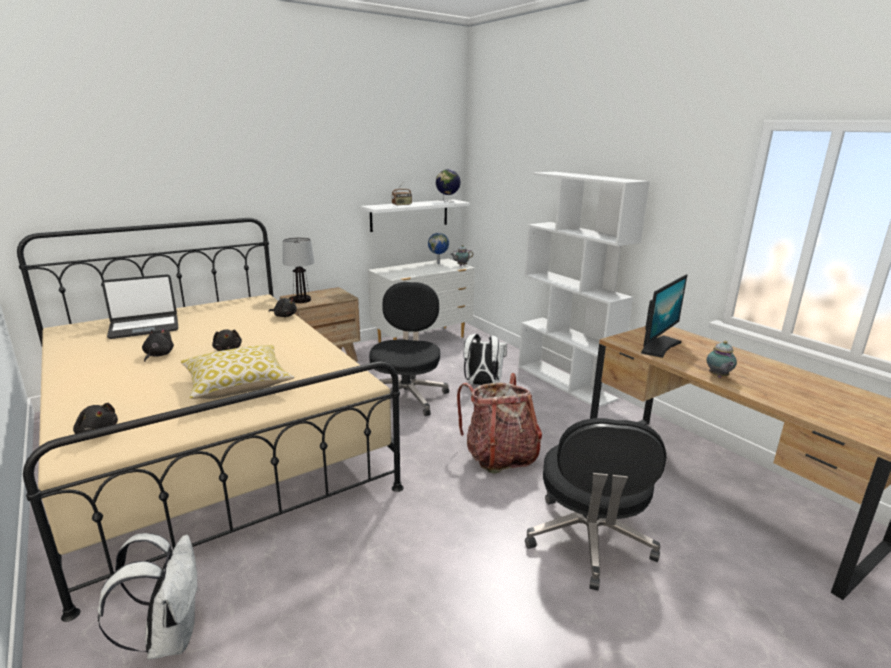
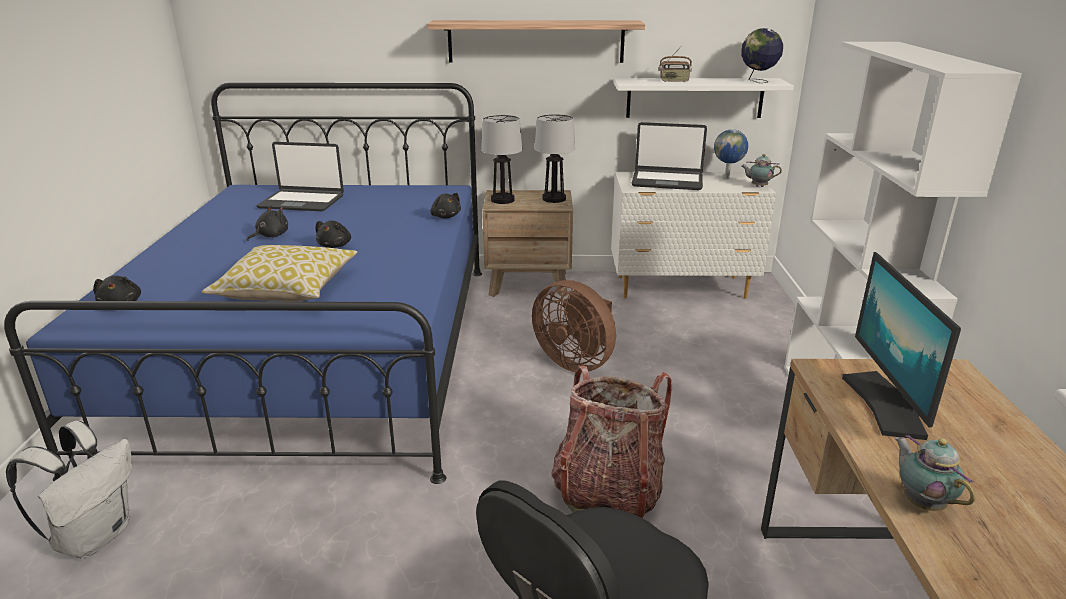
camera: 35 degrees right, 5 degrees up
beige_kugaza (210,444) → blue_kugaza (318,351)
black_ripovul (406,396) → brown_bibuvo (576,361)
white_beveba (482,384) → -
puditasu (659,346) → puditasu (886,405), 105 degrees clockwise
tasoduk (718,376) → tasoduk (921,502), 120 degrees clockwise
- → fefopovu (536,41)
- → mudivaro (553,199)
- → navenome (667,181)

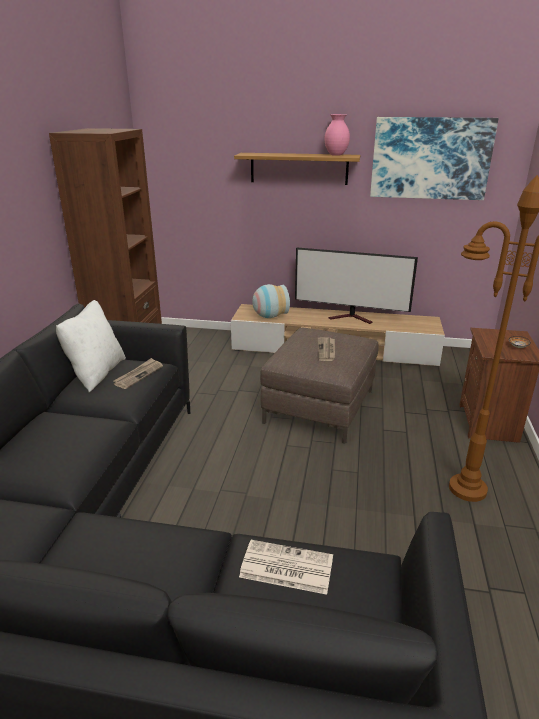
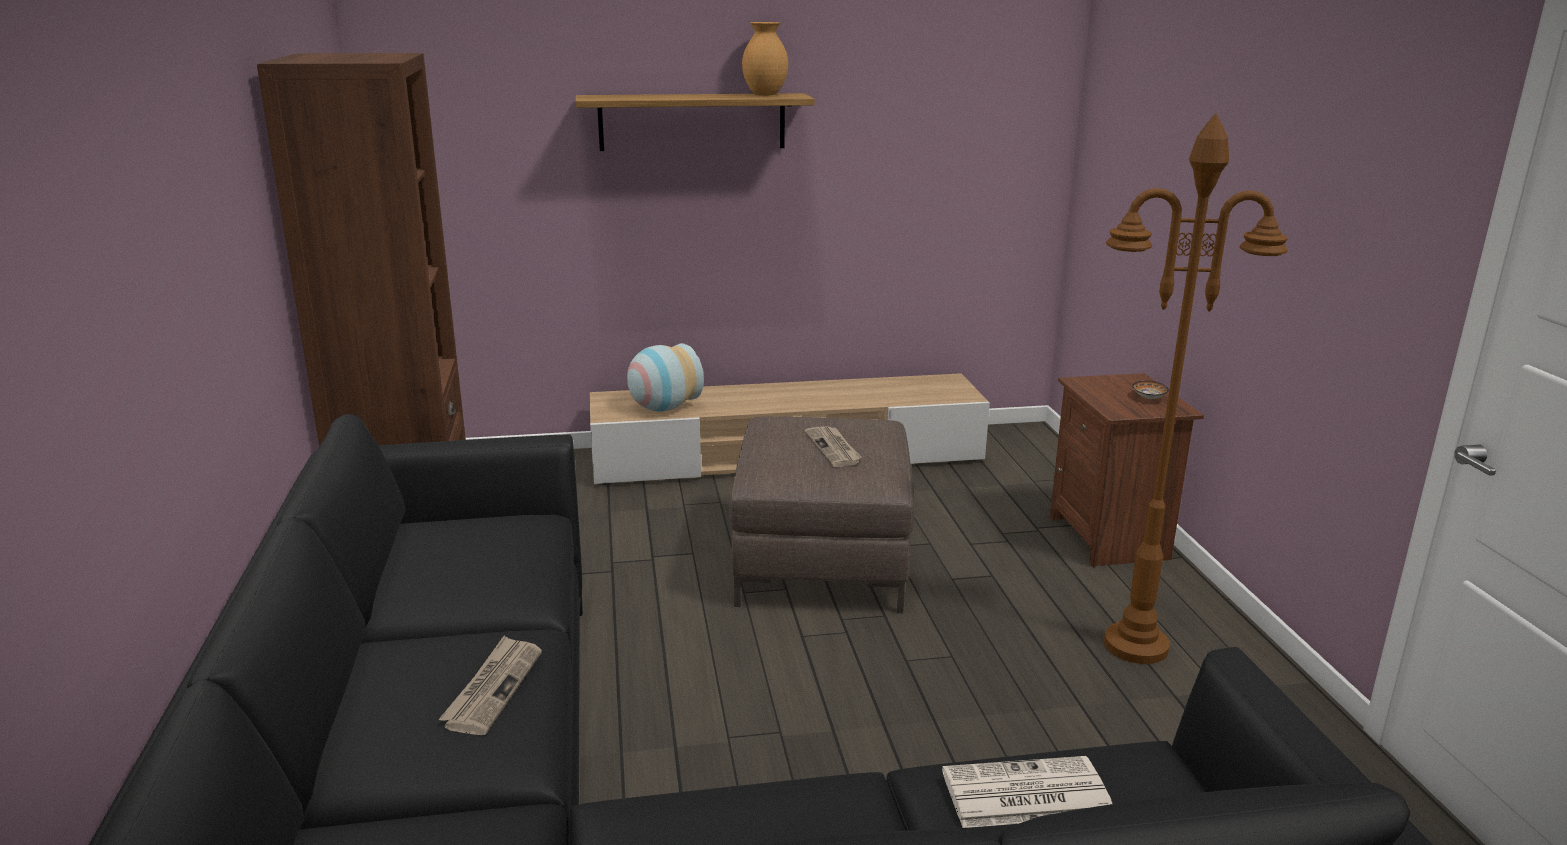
camera: 20 degrees left, 5 degrees down
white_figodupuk (96,373) → -
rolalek (138,375) → rolalek (493,688), shifted
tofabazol (352,318) → -
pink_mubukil (336,155) → brown_mubukil (765,95)
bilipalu (430,158) → -

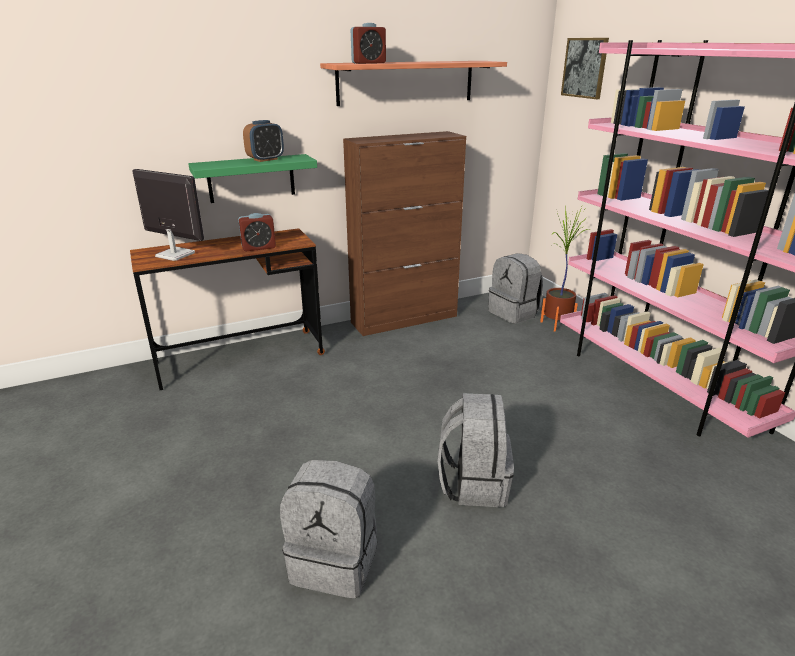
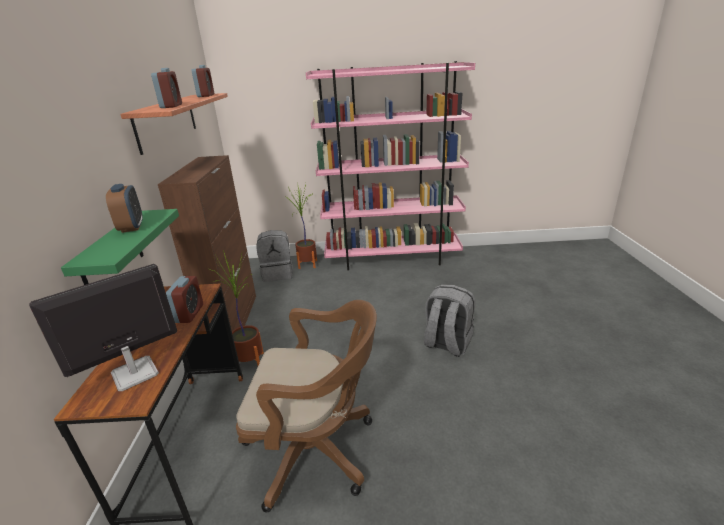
camera: 65 degrees left, 0 degrees up
grey_beveba (335,562) → -
bilipalu (585,68) → -
- → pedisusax (206,95)
- → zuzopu (250,361)
- → brown_ripovul (317,450)

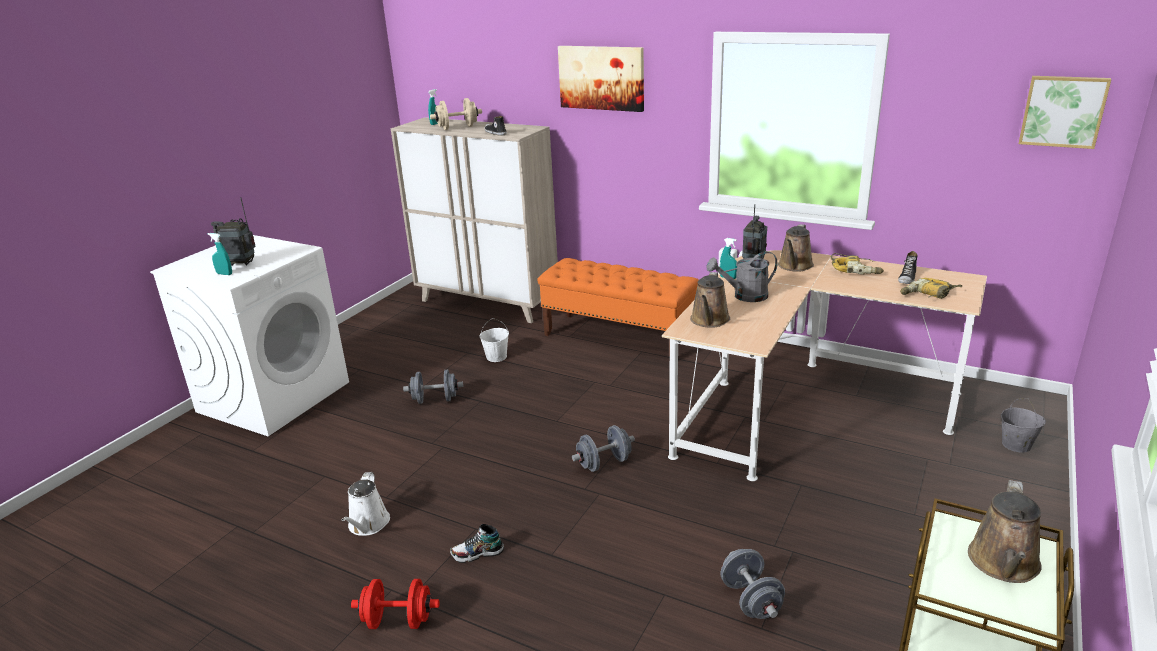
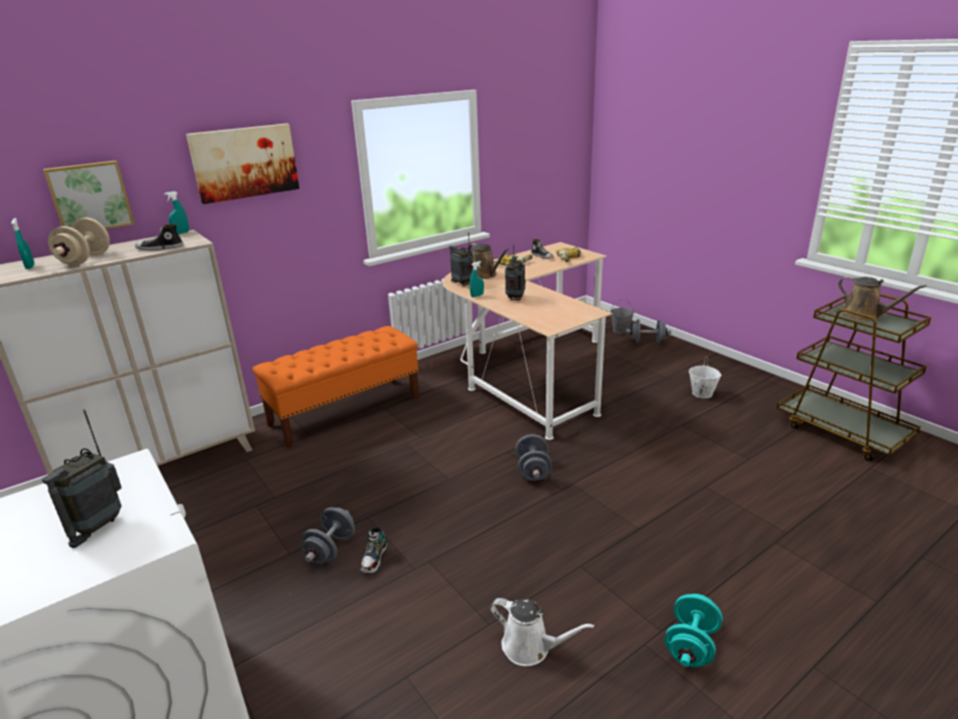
camera: 65 degrees left, 0 degrees up
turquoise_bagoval (224,274) → turquoise_bagoval (181,233), shifted
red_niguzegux (398,621) → turquoise_niguzegux (691,645)
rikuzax (477,554) → rikuzax (374,559), shifted
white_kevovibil (496,357) → white_kevovibil (701,393), shifted
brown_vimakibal (709,321) → -
grey_vimakibal (744,296) → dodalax (515,298)
grey_niguzegux (750,600) → grey_niguzegux (647,342), shifted
bilipalu (1063,111) → bilipalu (90,197), shifted

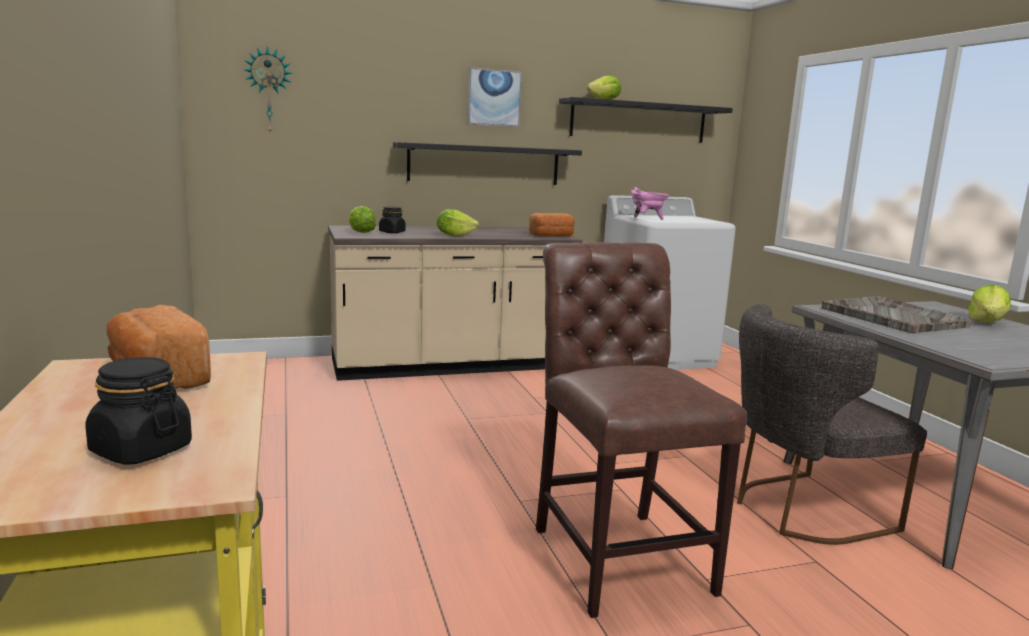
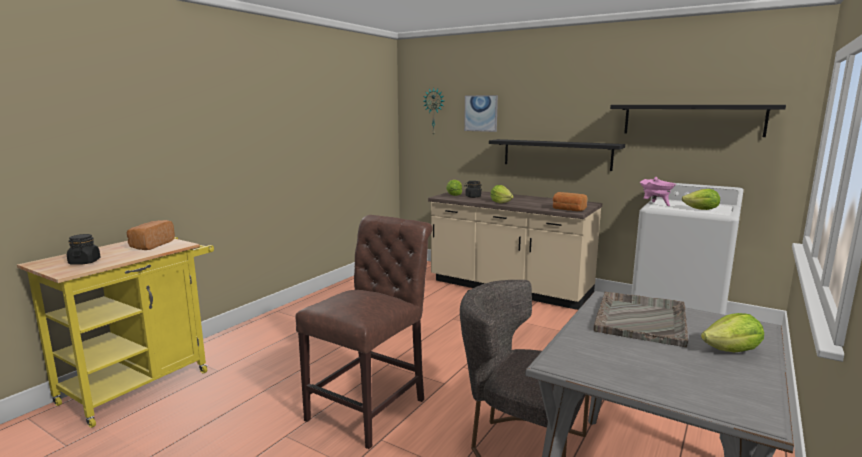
camera: 50 degrees right, 0 degrees up
bilipalu (494,98) → bilipalu (481,113), shifted
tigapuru (605,100) → tigapuru (701,210), shifted

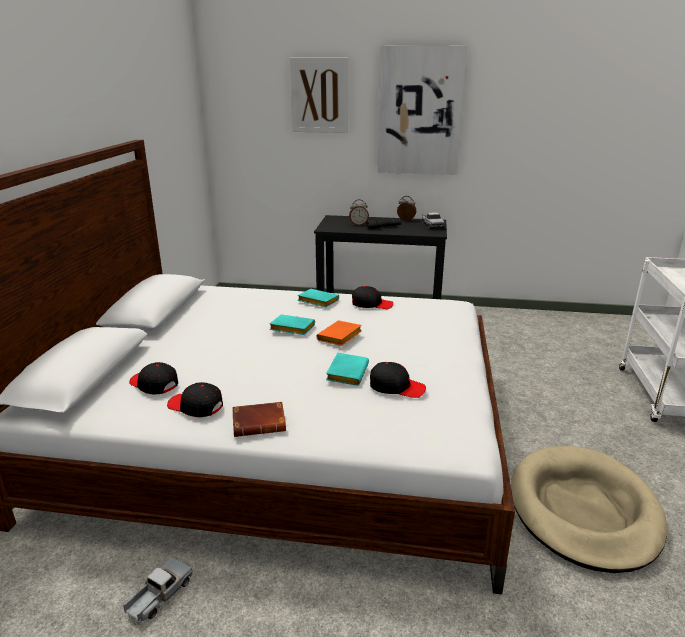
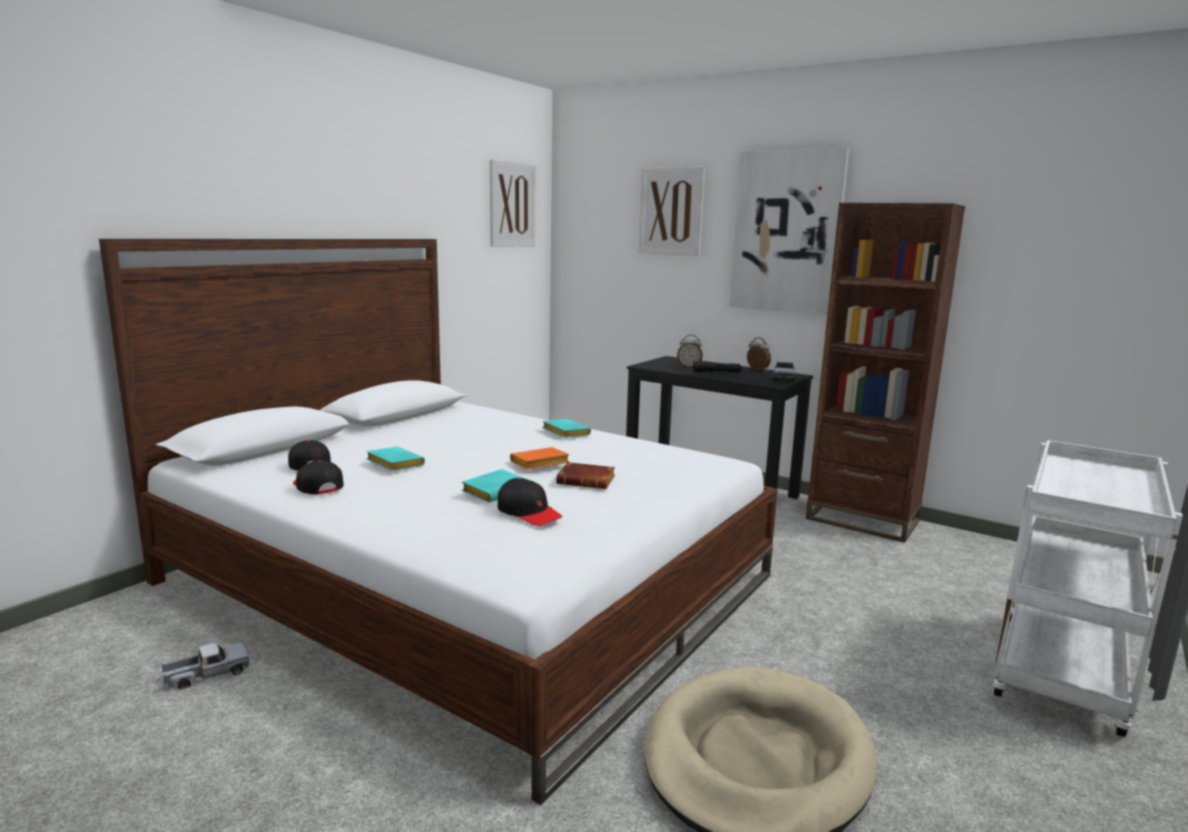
camera: 25 degrees right, 10 degrees down
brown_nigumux (260,423) → brown_nigumux (588,481), shifted
turquoise_nigumux (291,329) → turquoise_nigumux (393,464), shifted
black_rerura (371,304) → -
- → bilipalu (512,204)
- → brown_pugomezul (862,520)

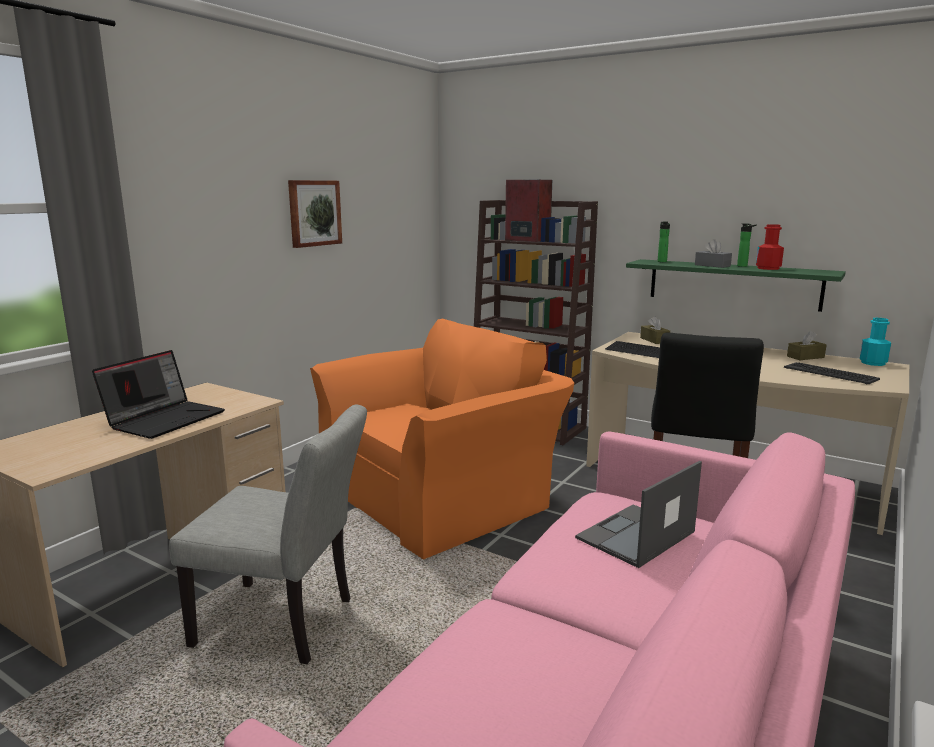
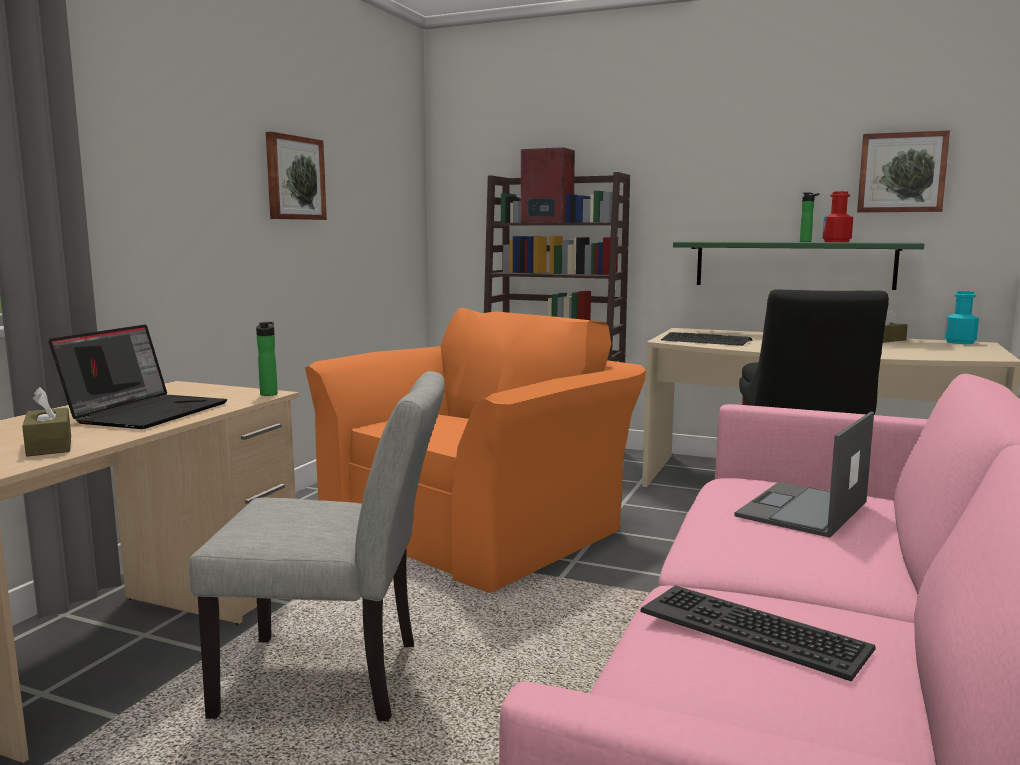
camera: 10 degrees left, 5 degrees down
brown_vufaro (654,340) → brown_vufaro (49,446), shifted
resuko (661,261) → resuko (269,393), shifted
grey_vufaro (712,265) → -
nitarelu (830,373) → nitarelu (753,630), shifted
- → bilipalu (901,172)

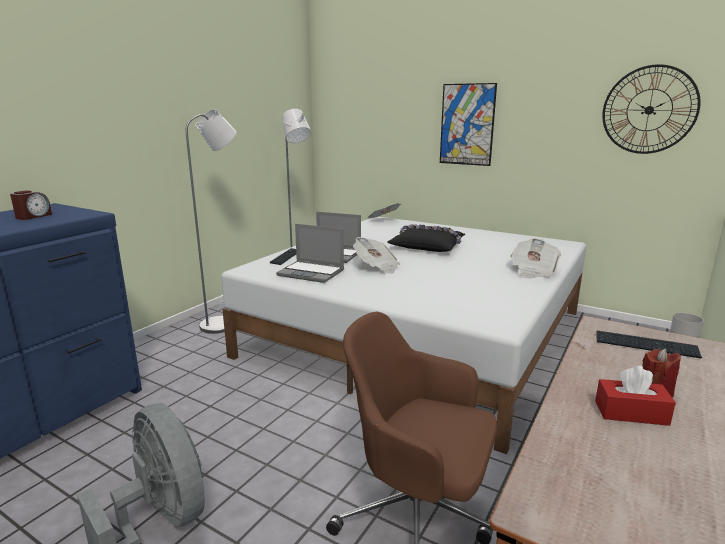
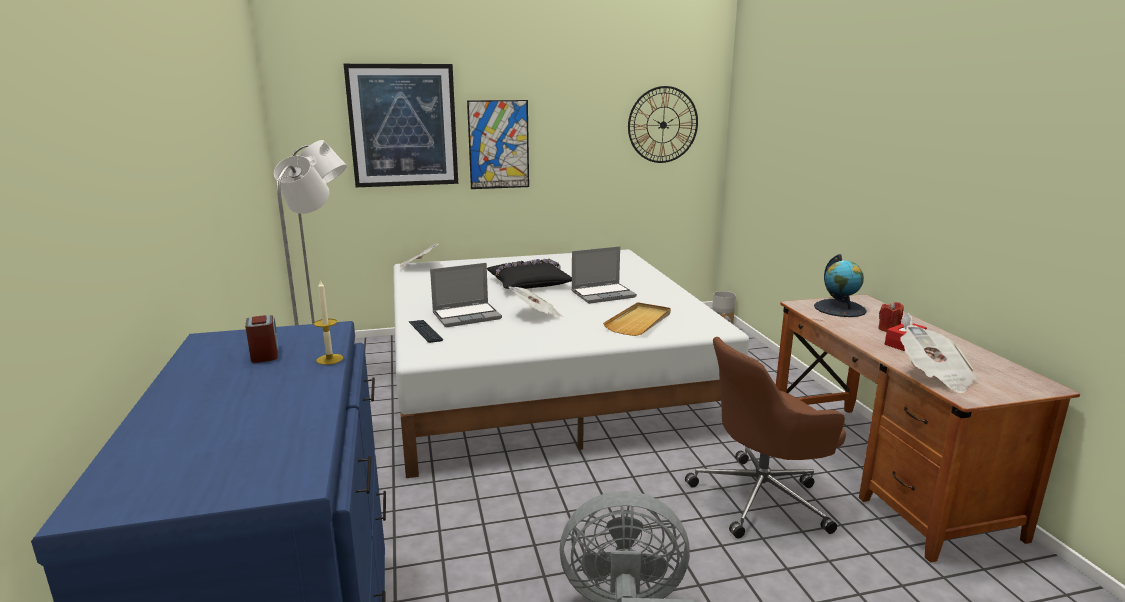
camera: 45 degrees left, 0 degrees up
navenome (312,273) → navenome (603,294), shifted
rolalek (533,271) → rolalek (935,377), shifted
nitarelu (646,346) → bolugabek (840,308)
- → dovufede (329,359)
- → bilipalu (403,126)
- → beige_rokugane (639,322)

